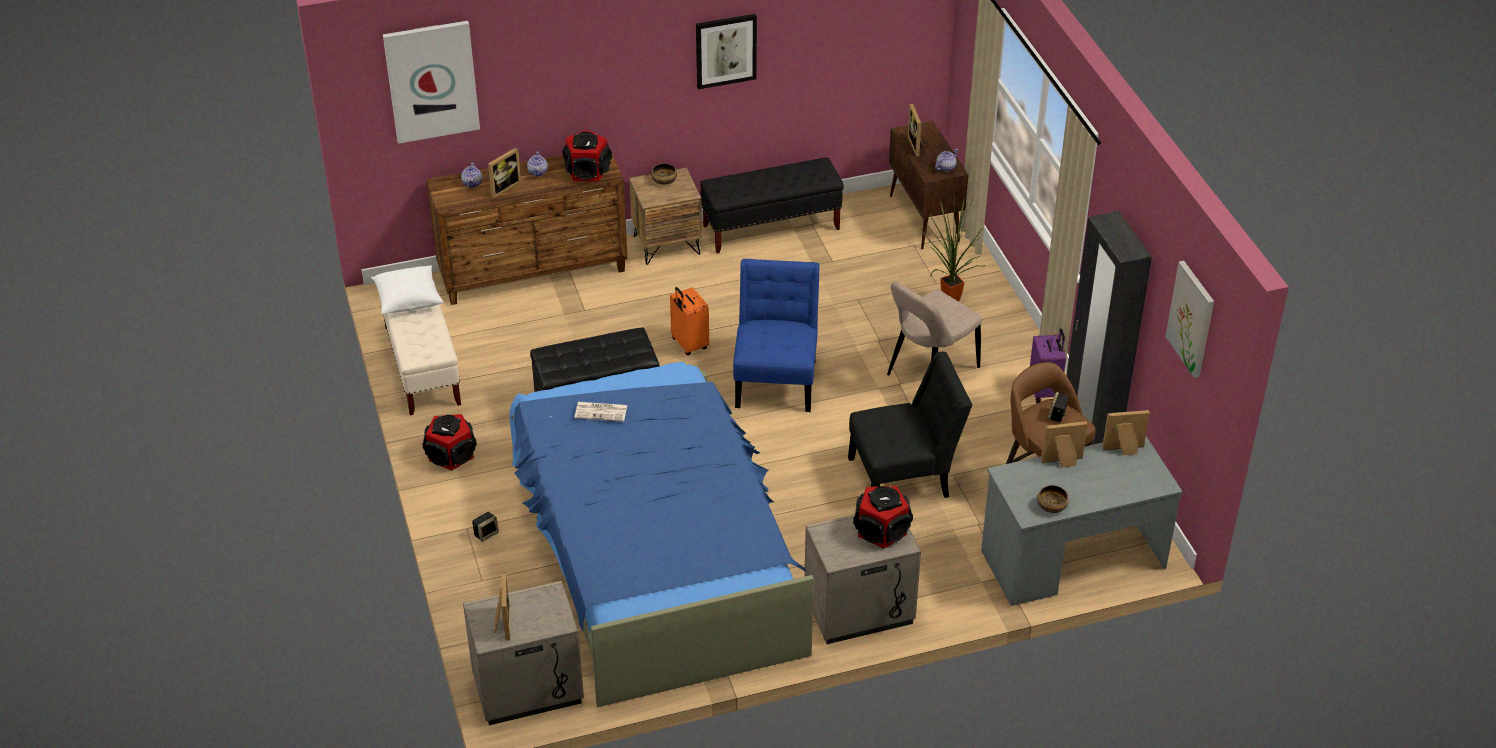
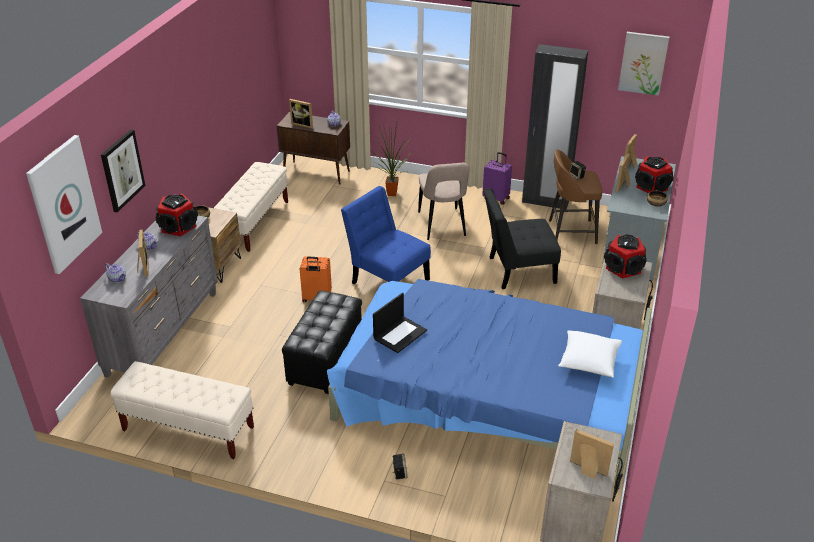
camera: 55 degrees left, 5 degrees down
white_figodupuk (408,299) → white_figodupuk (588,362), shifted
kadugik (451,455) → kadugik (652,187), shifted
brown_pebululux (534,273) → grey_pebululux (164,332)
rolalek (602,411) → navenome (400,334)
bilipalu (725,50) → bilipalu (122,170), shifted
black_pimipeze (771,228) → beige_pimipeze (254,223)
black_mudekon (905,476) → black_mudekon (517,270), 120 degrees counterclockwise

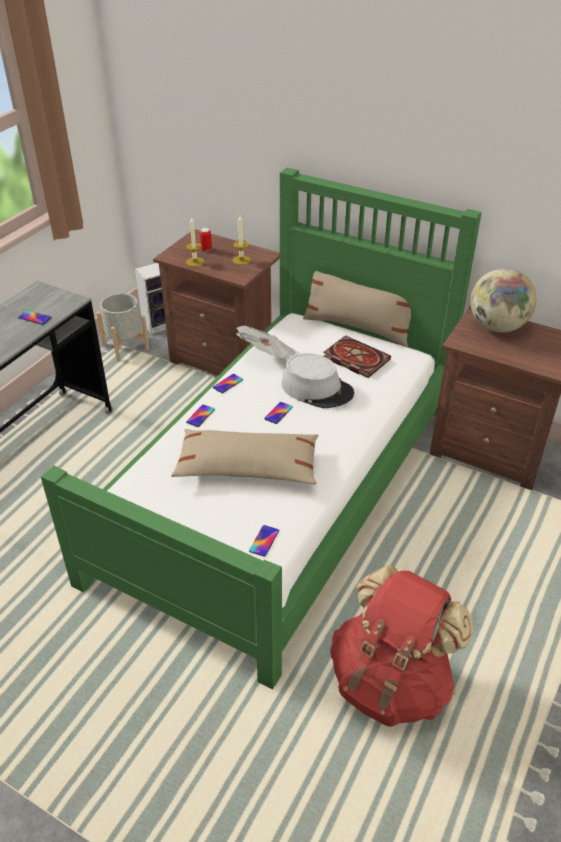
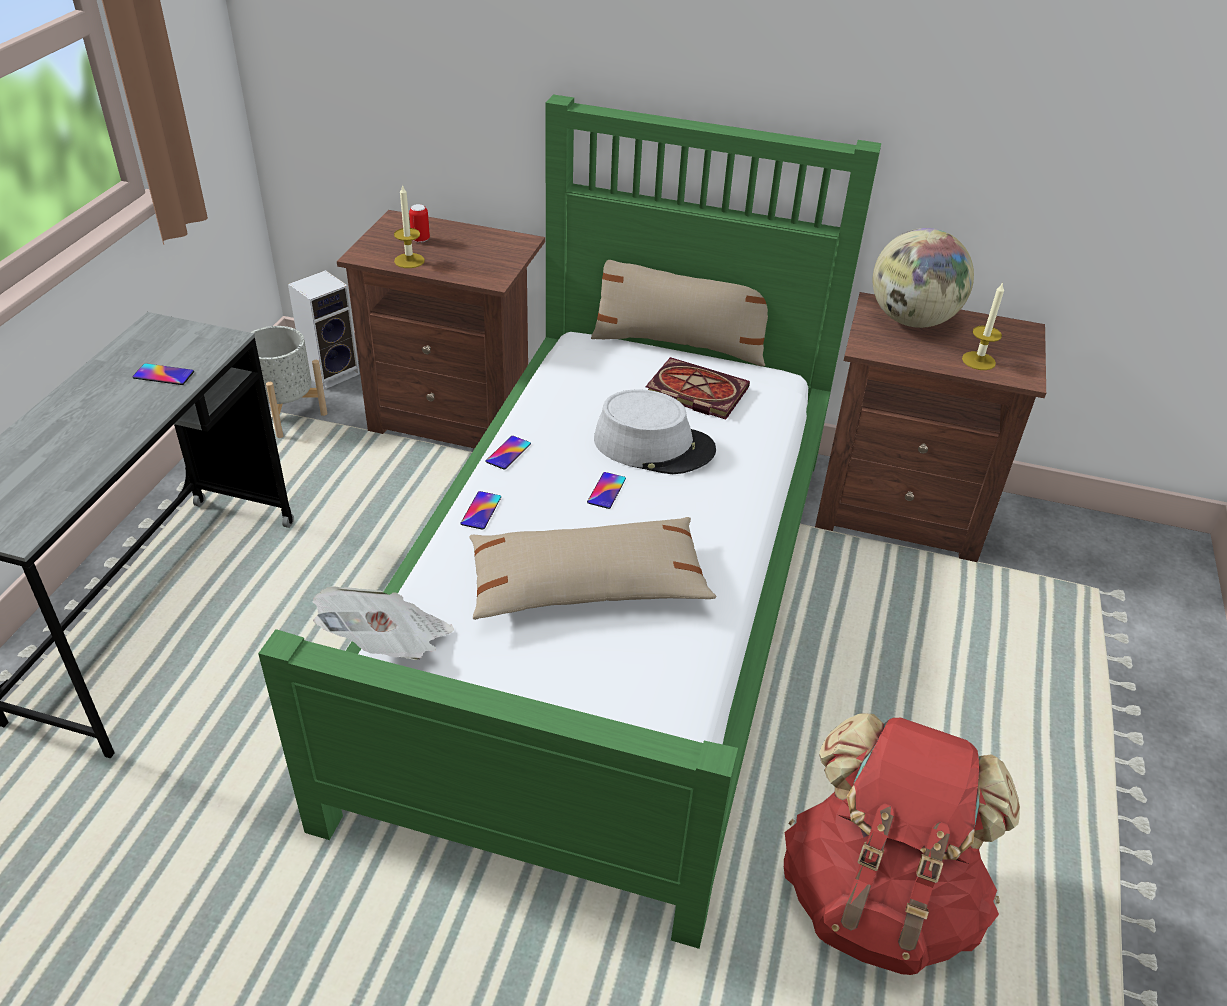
camera: 15 degrees left, 0 degrees up
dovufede (241,260) → dovufede (978,361), shifted
rolalek (268,356) → rolalek (388,645), shifted
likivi (264,541) → -

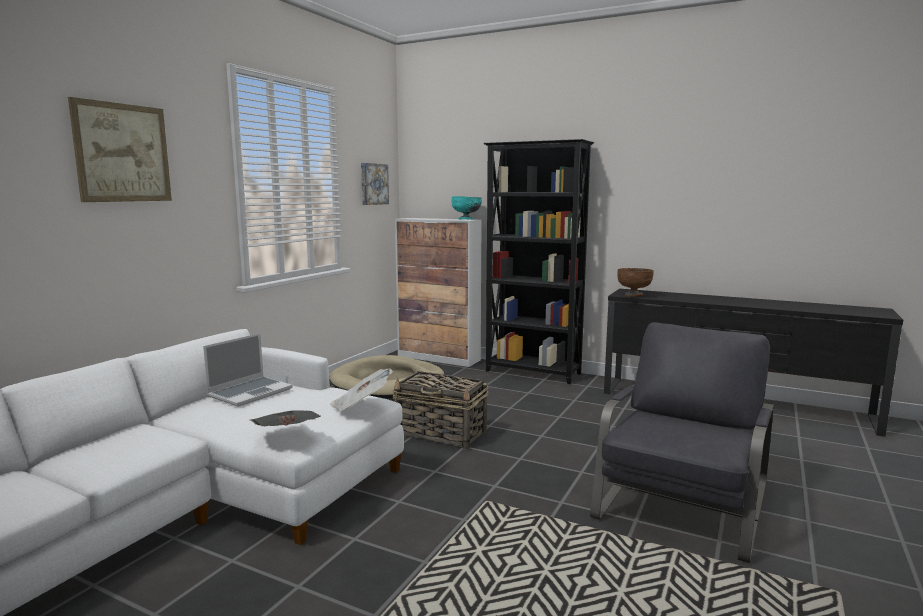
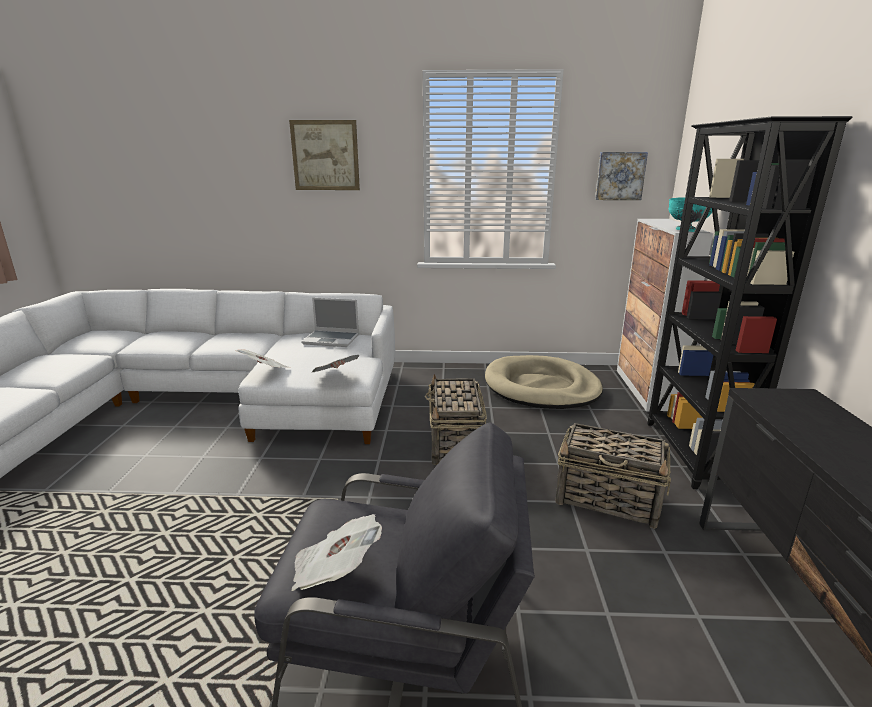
camera: 65 degrees right, 10 degrees up
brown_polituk (634,295) → -
- → rolalek (335,571)
- → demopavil (609,499)

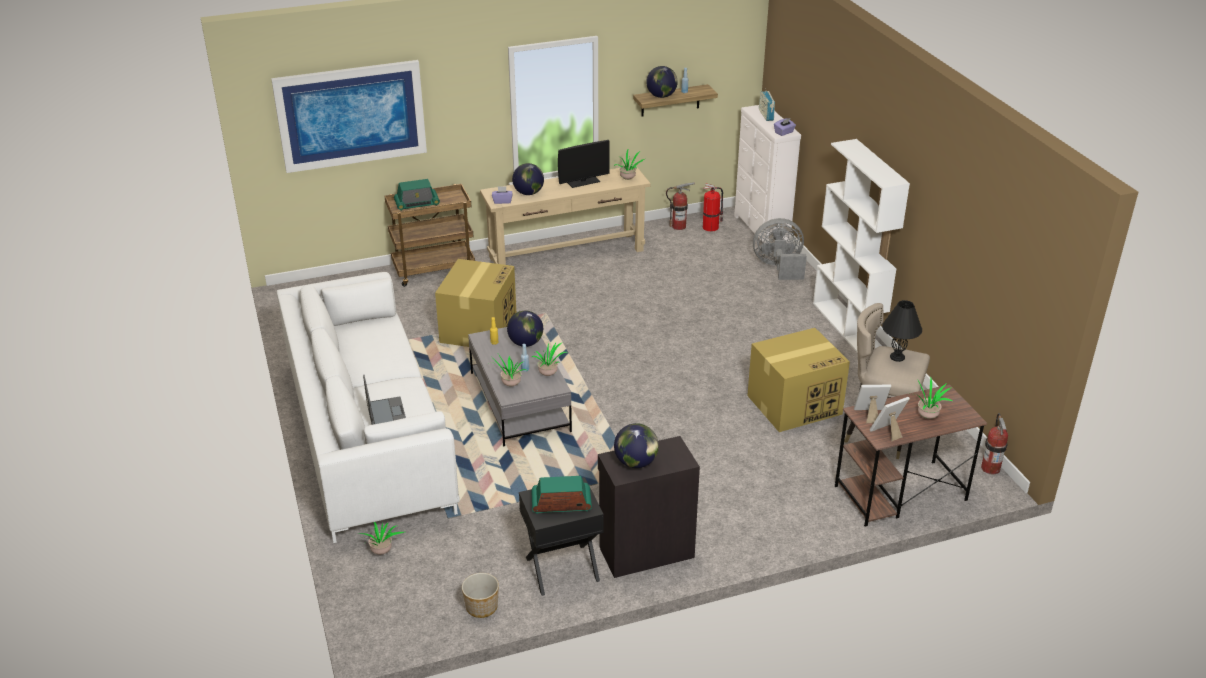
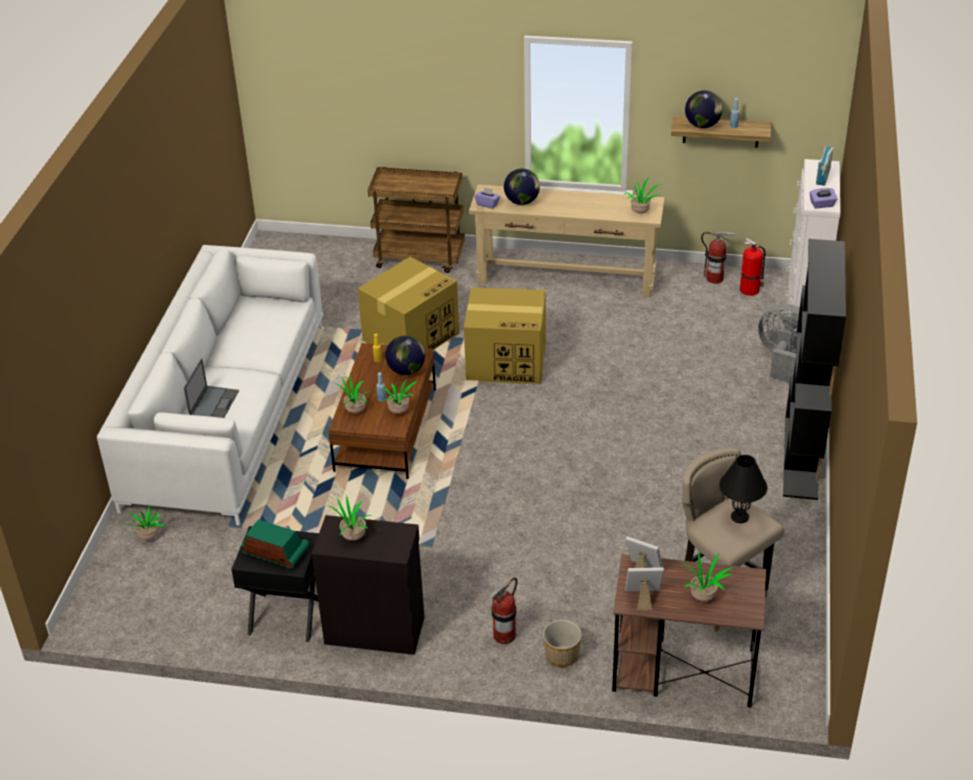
camera: 30 degrees right, 5 degrees up
bilipalu (351,115) → -
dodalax (417,204) → -
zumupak (481,607) → zumupak (561,655), shifted
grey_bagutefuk (519,402) → brown_bagutefuk (386,429)
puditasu (583,182) → -
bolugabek (636,462) → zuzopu (352,537)
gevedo (795,404) → gevedo (507,361), shifted
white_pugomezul (848,326) → black_pugomezul (801,458)
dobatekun (990,468) → dobatekun (504,635), shifted

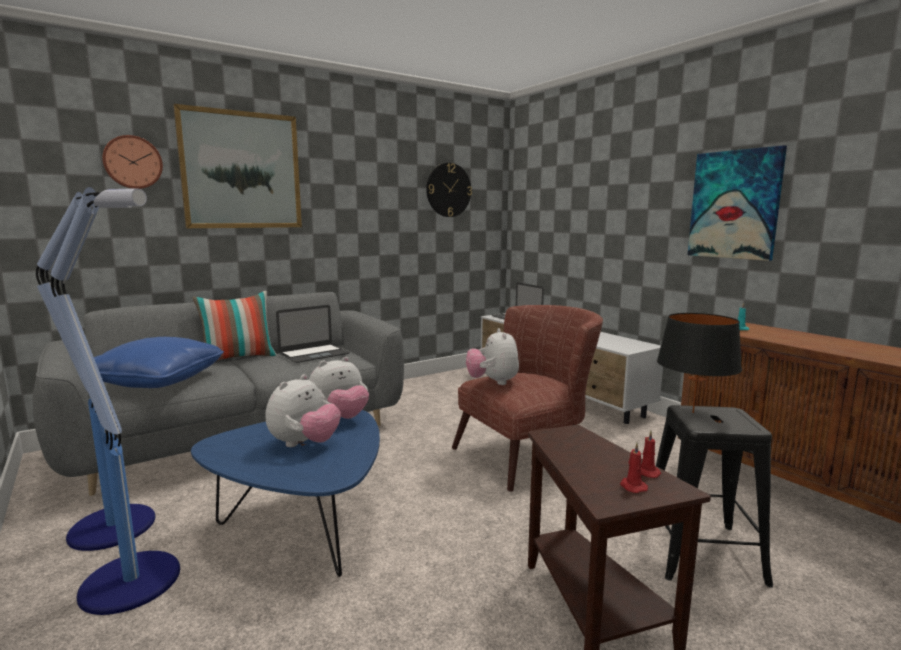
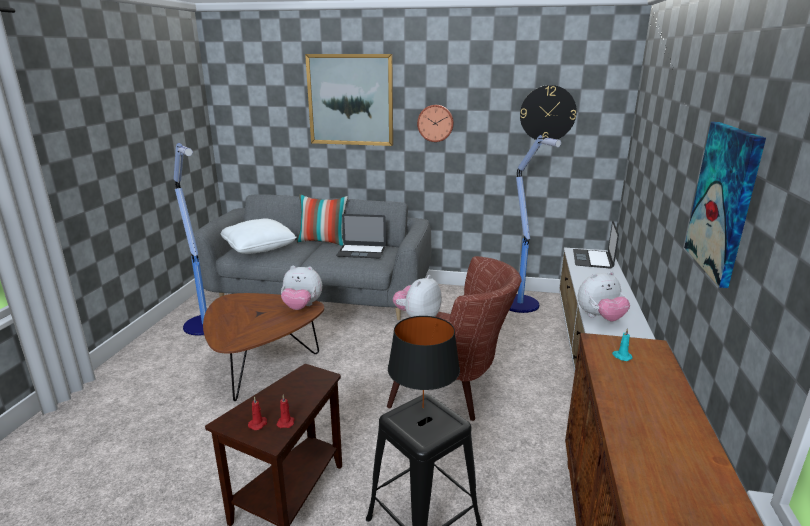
camera: 45 degrees right, 10 degrees up
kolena (134,582) → kolena (520,304), shifted
blue_figodupuk (157,380) → white_figodupuk (259,247)
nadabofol (133,162) → nadabofol (435,123), shifted
blue_bagutefuk (305,526) → brown_bagutefuk (263,366)
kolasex (304,444) → kolasex (600,318), shifted

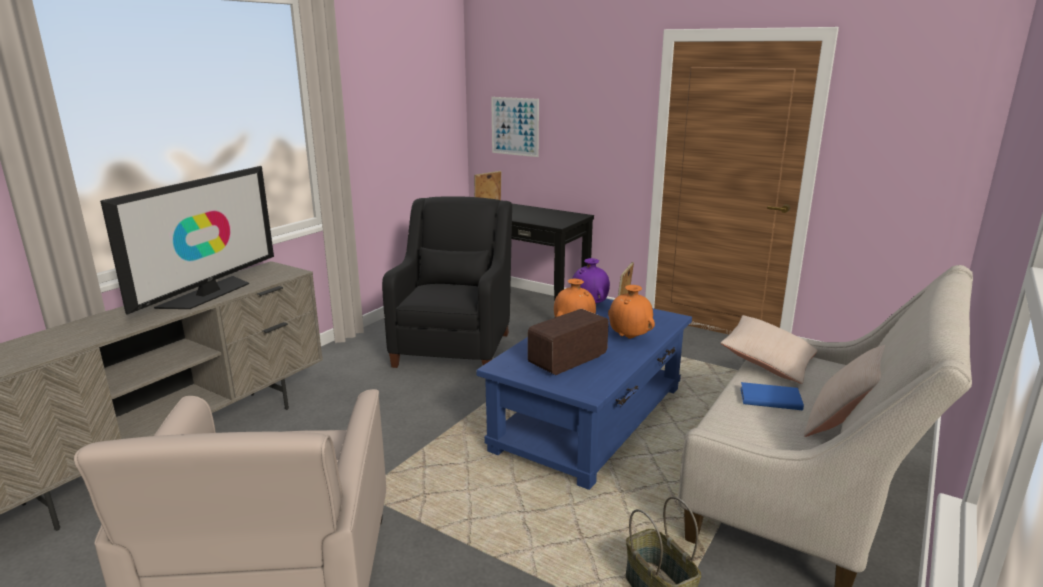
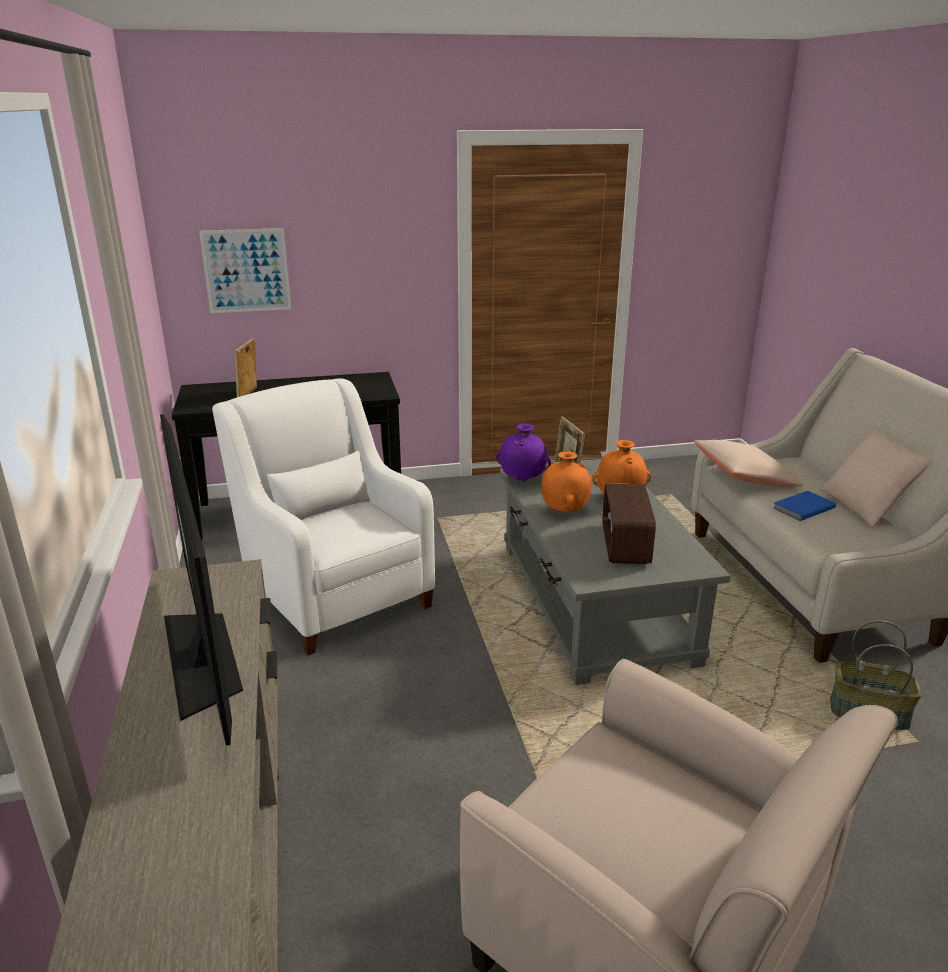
camera: 45 degrees left, 5 degrees up
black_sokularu (455,346) → white_sokularu (334,593)
blue_bagutefuk (589,418) → grey_bagutefuk (593,602)

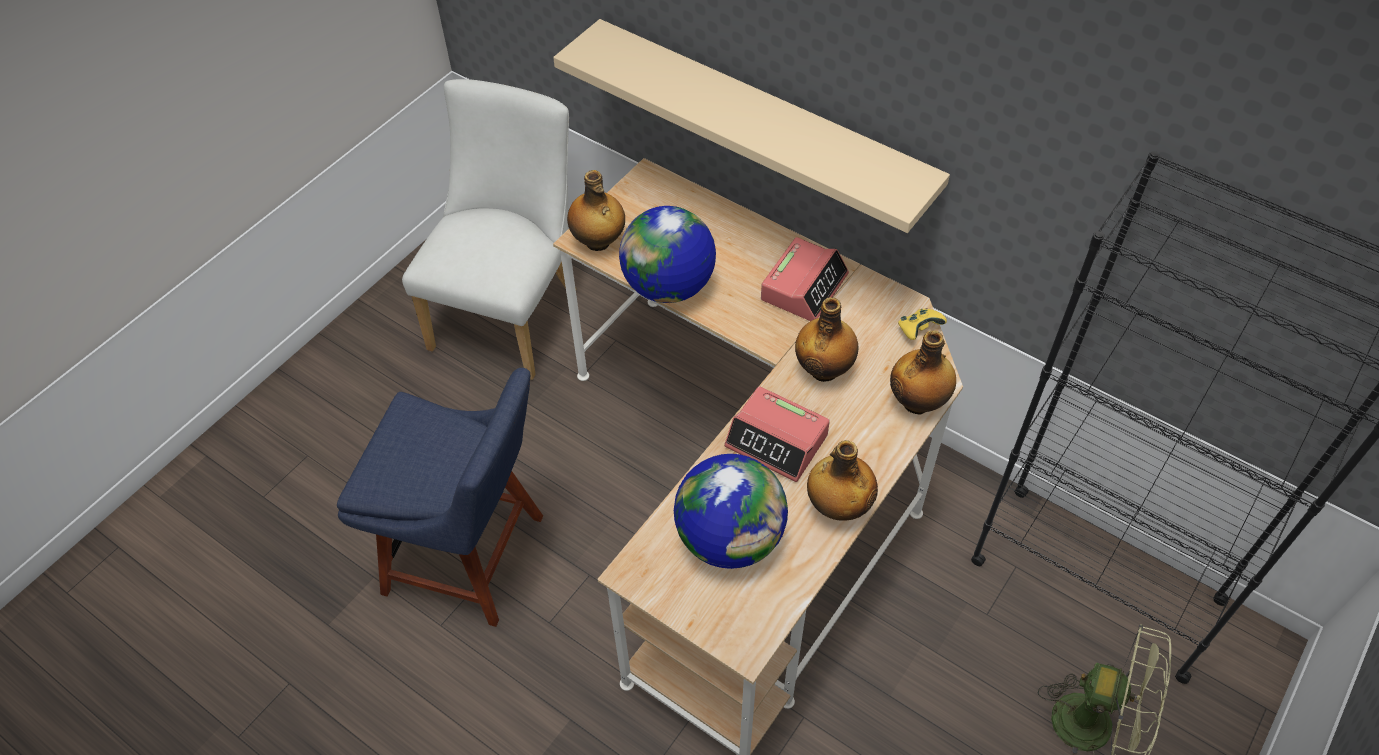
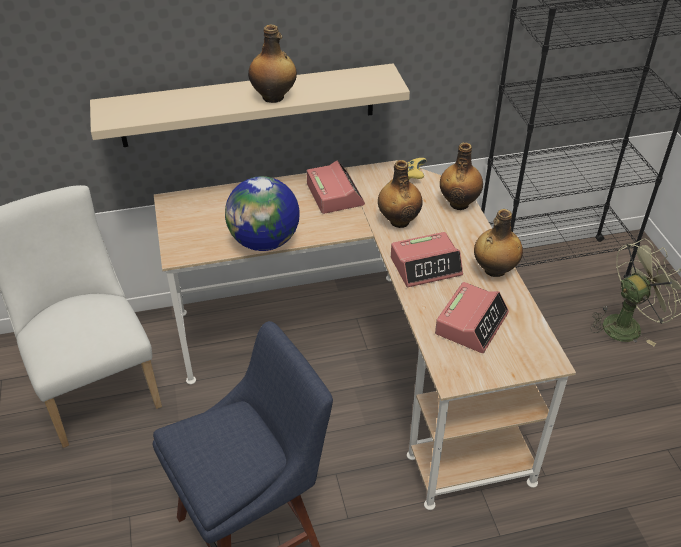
camera: 50 degrees left, 10 degrees down
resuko (598,242) → resuko (274,97), shifted
bolugabek (730,538) → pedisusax (471,323)

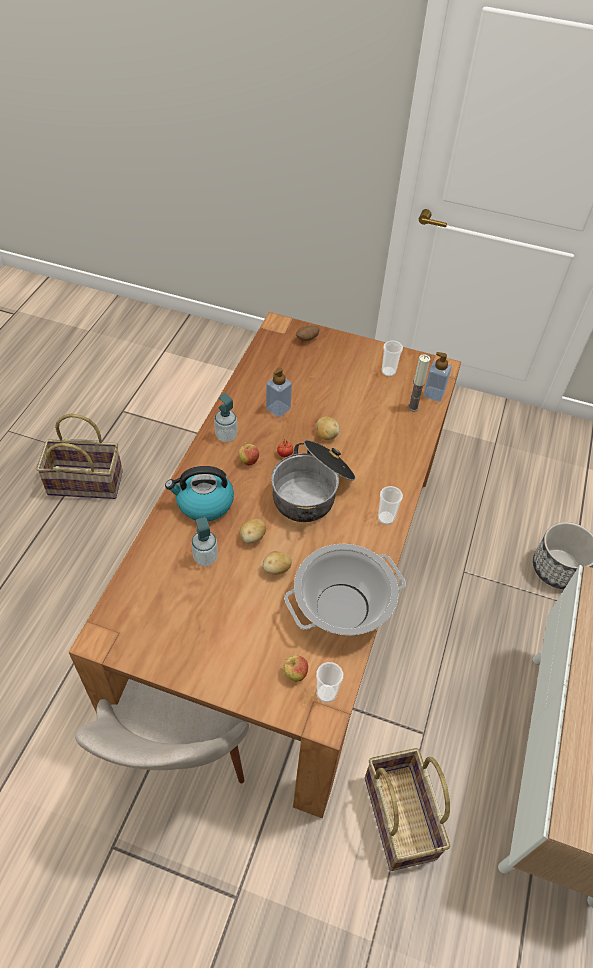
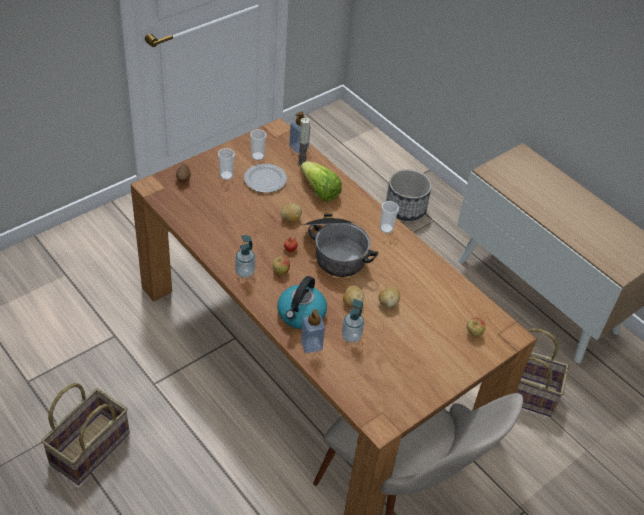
camera: 60 degrees left, 5 degrees down
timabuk (278,409) → timabuk (311,345), shifted
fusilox (342,607) → -
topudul (326,693) → topudul (226,175), shifted
- → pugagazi (265,180)
- → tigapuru (319,191)

